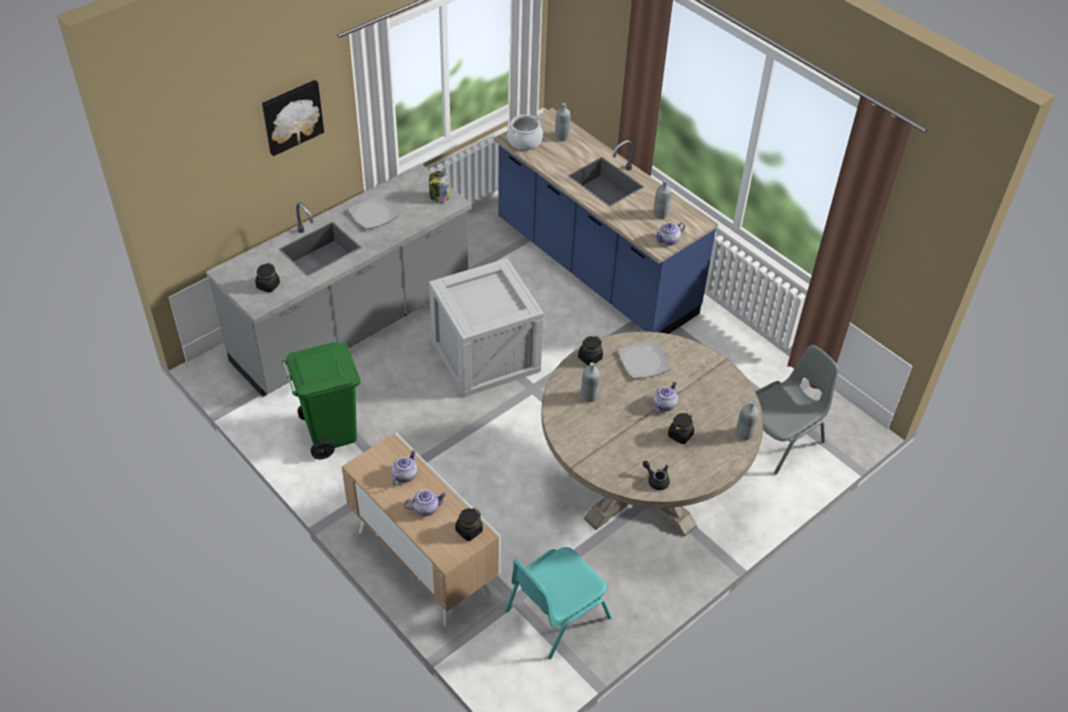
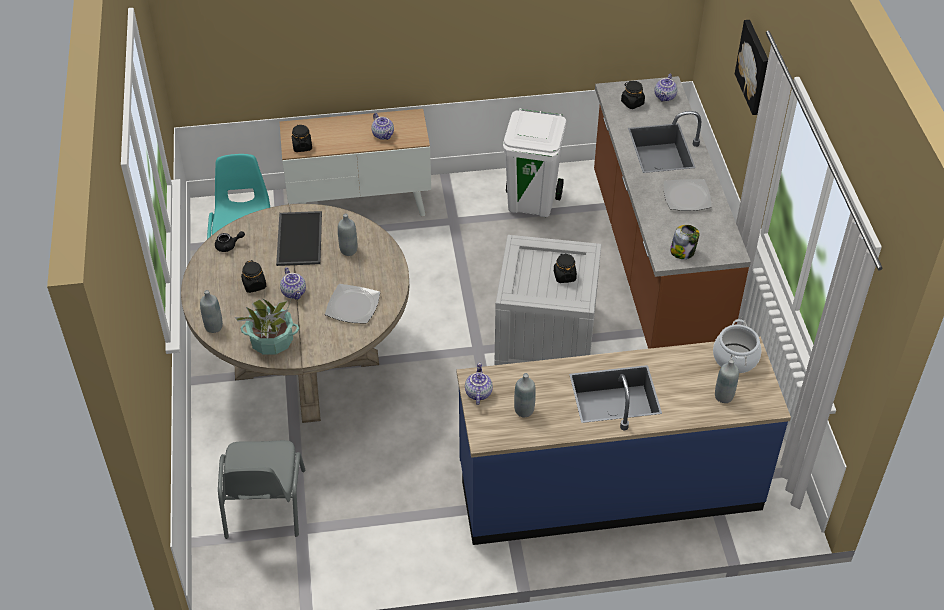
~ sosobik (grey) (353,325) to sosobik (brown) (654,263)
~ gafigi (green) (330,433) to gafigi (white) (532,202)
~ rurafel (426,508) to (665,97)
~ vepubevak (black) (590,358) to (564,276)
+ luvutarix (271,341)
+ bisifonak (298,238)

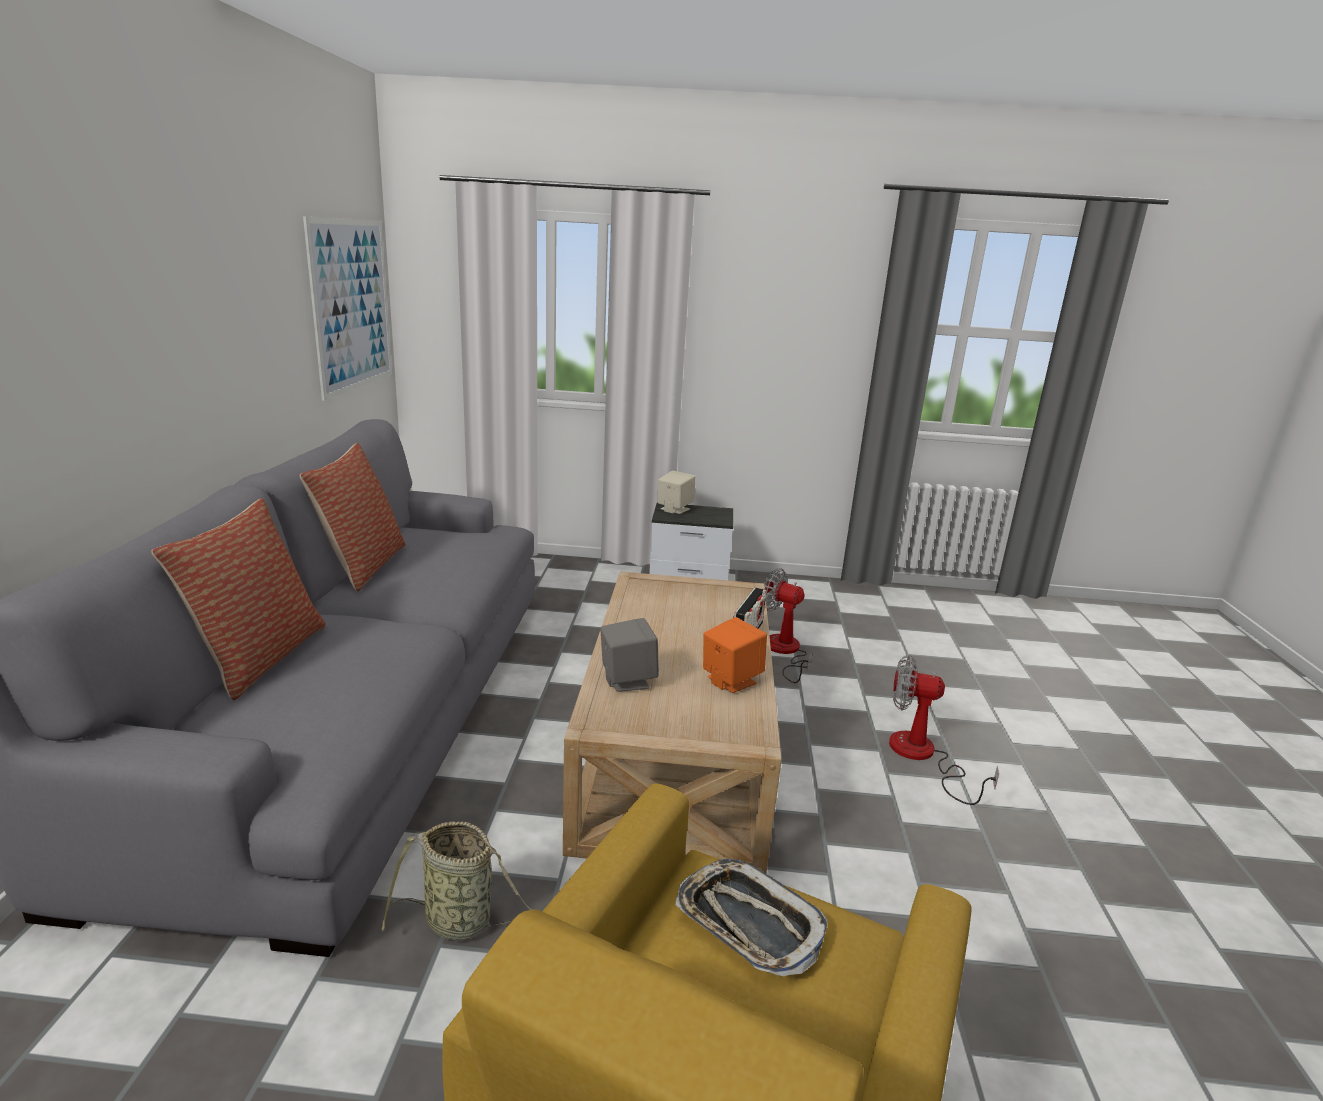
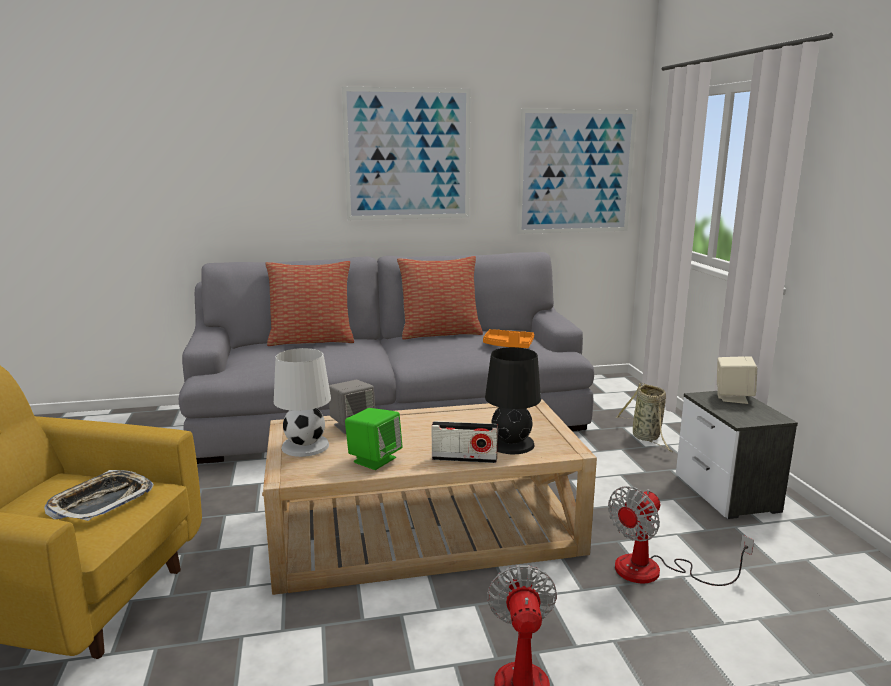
~ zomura (463,922) to (647,438)
~ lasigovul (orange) (730,680) to lasigovul (green) (374,459)
~ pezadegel (785,652) = (654,571) 150 degrees counterclockwise
+ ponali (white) (305,445)
+ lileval (408,154)
+ bisifonak (orange) (508,346)
+ ponali (black) (511,443)

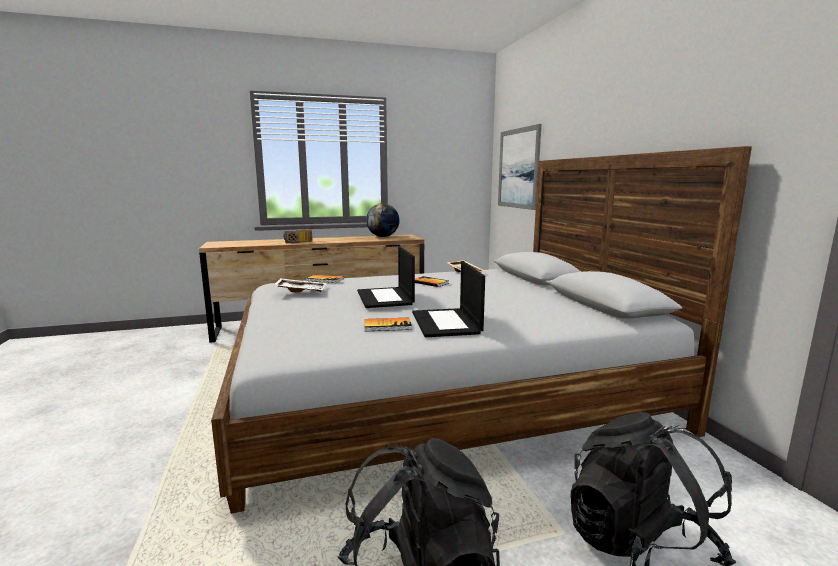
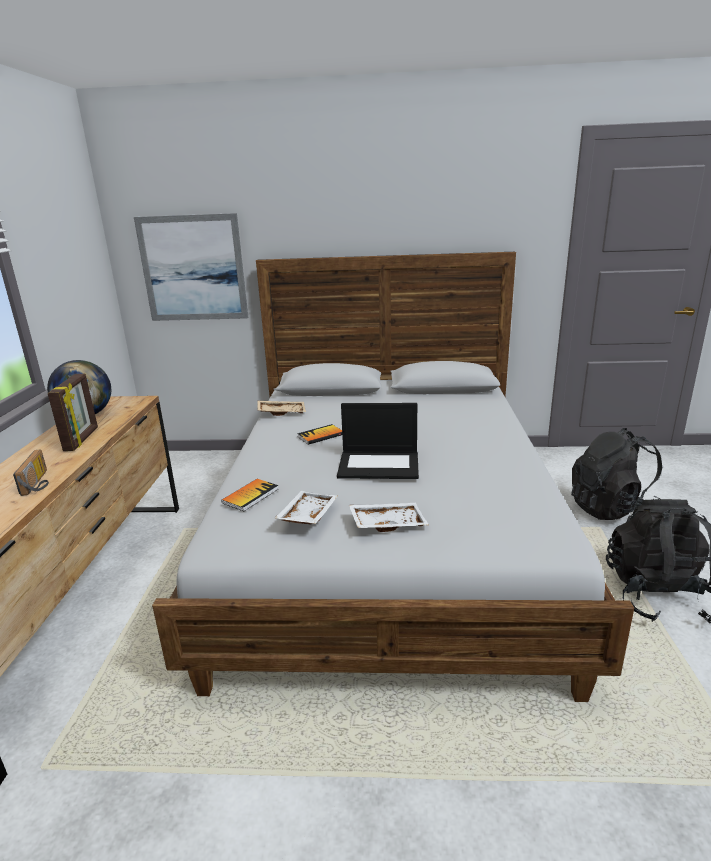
- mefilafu (387,326)
- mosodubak (446,323)
+ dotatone (82,439)
+ bisifonak (white) (387,523)

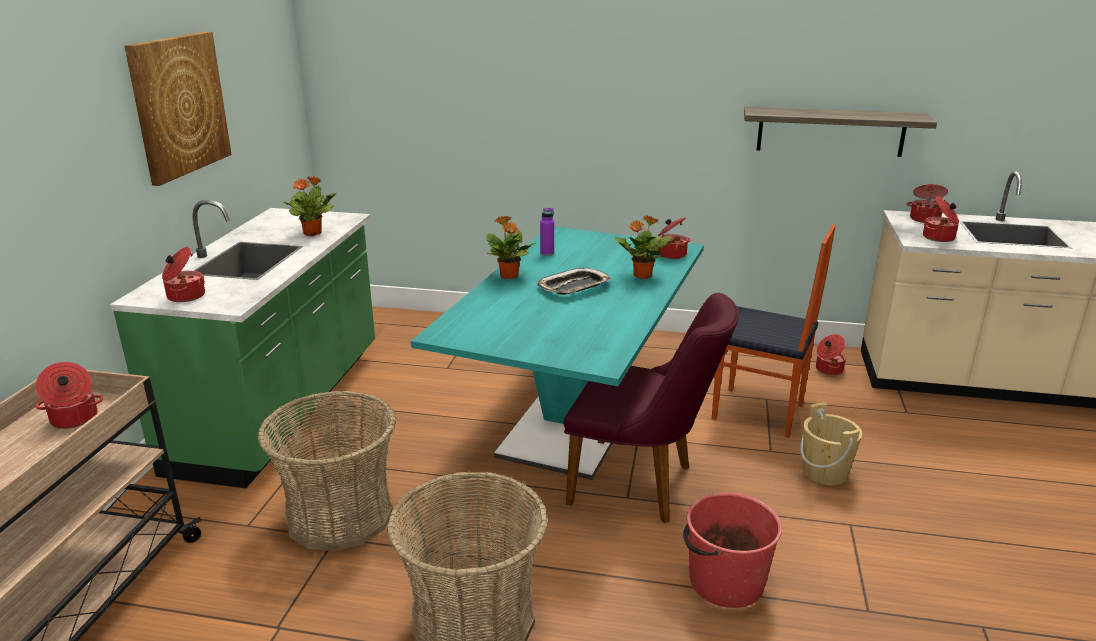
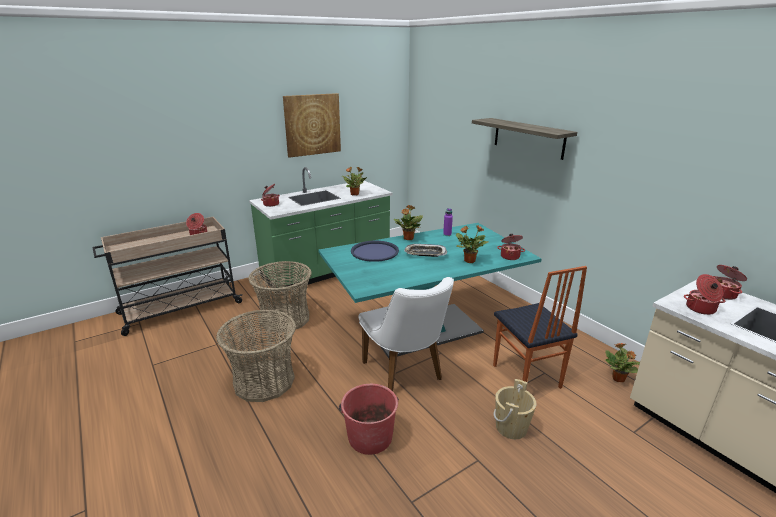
~ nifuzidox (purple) (643,485) to nifuzidox (white) (406,374)
~ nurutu (830,131) to (528,138)
~ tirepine (828,369) to luvutarix (618,379)
+ bisifonak (blue) (374,252)

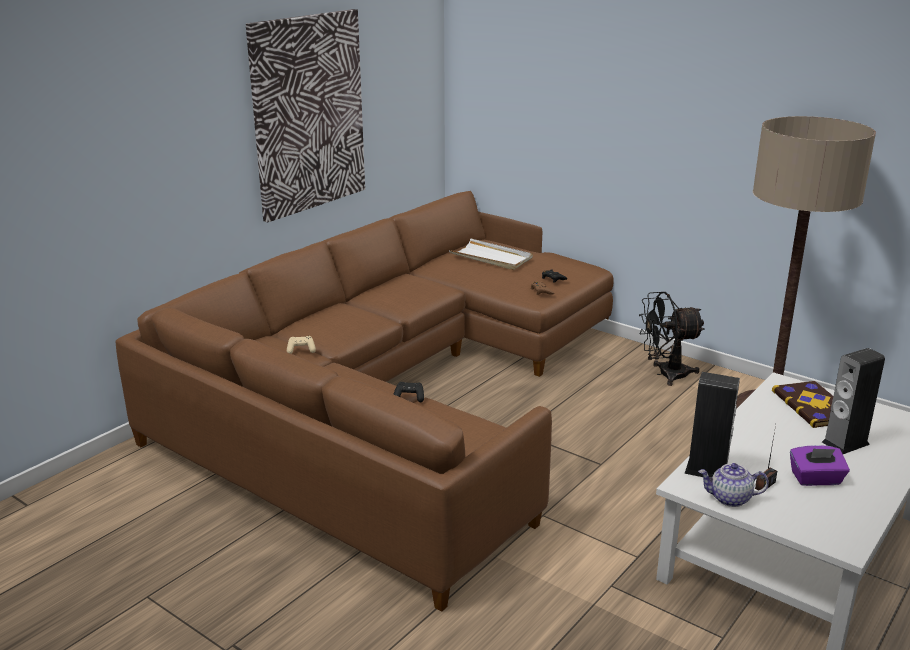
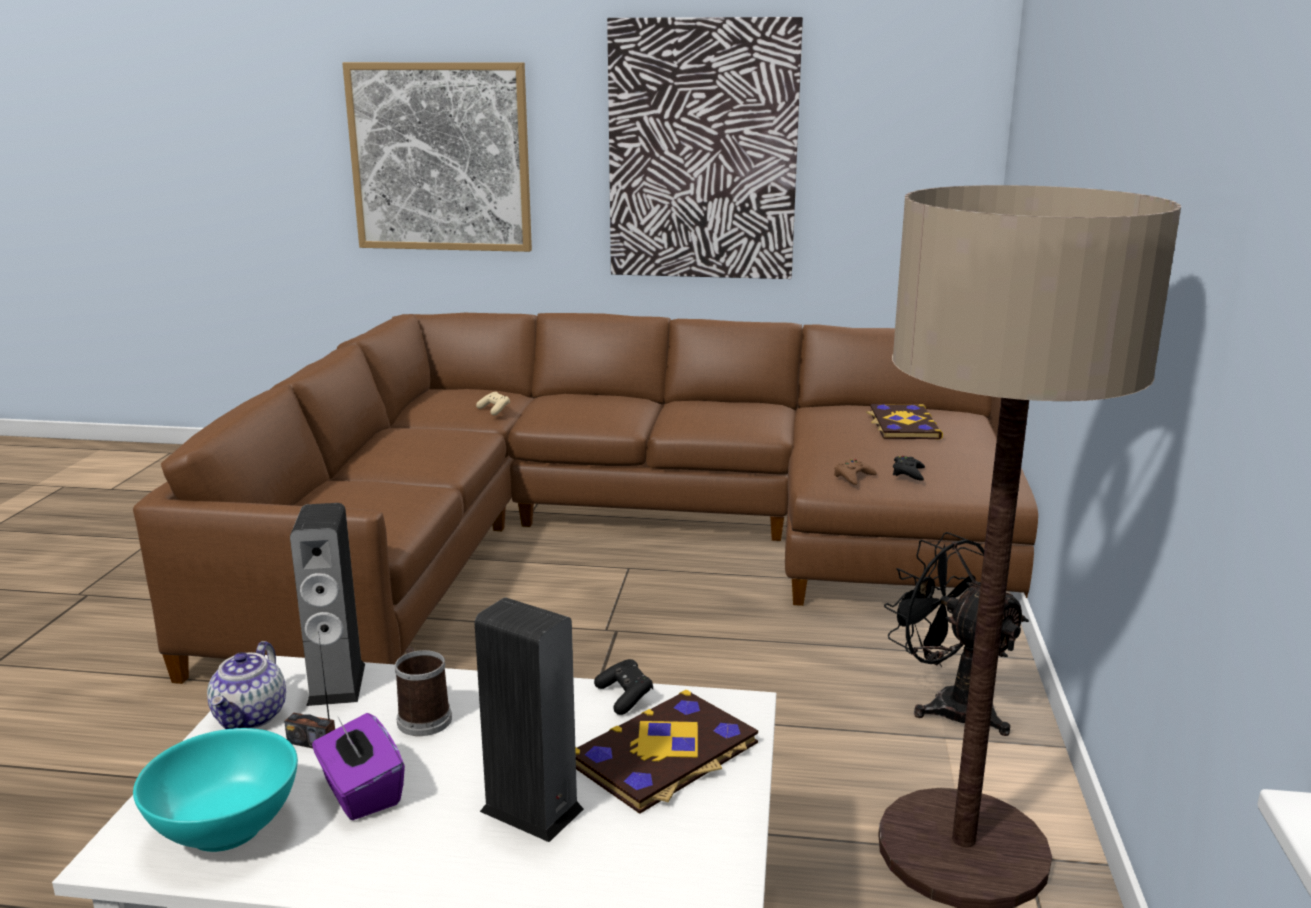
~ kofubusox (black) (409,397) to (625,697)
~ bisifonak (white) (491,257) to mefilafu (902,425)
~ rurafel (730,499) = (251,717) 150 degrees counterclockwise
+ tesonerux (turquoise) (226,829)
+ lileval (440,158)
+ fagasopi (422,717)

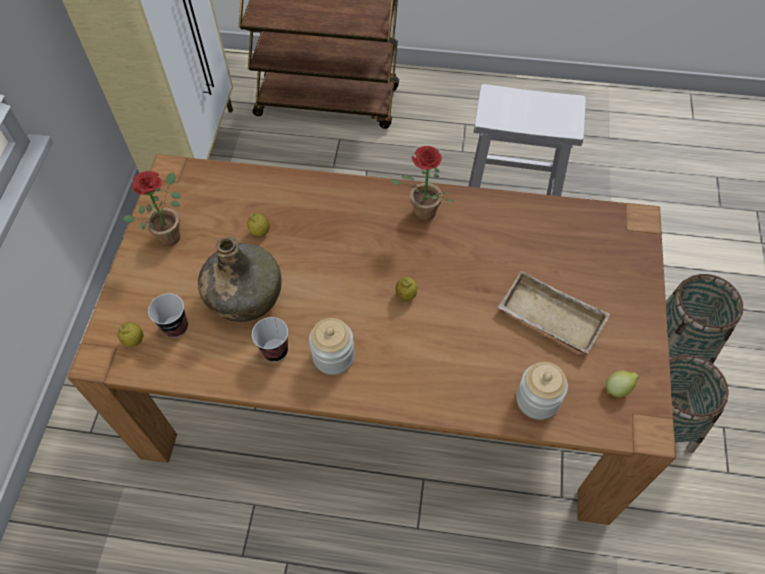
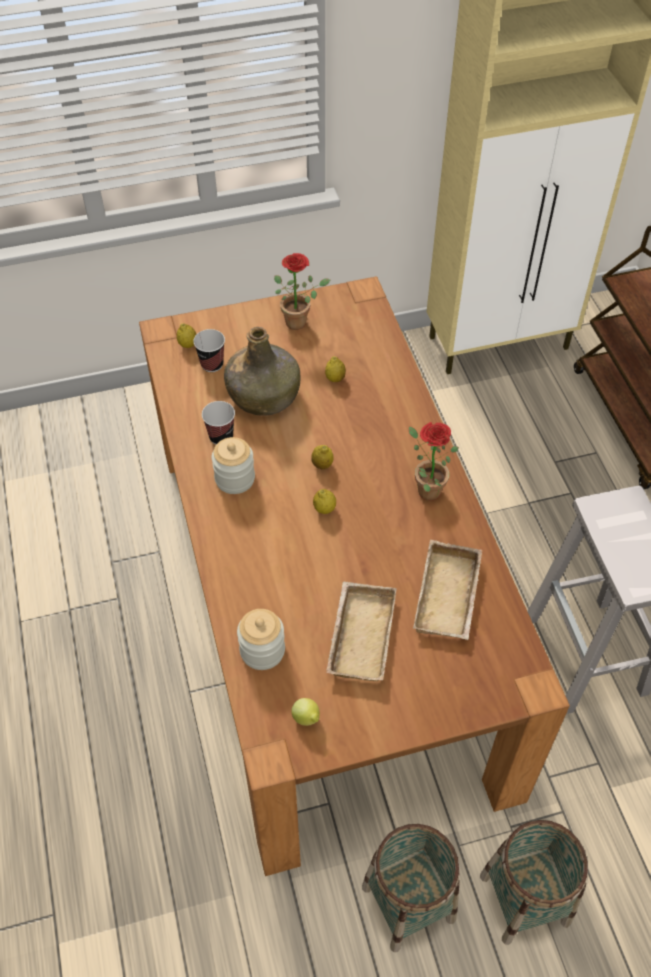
+ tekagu (322,465)
+ bisifonak (beige) (450,597)

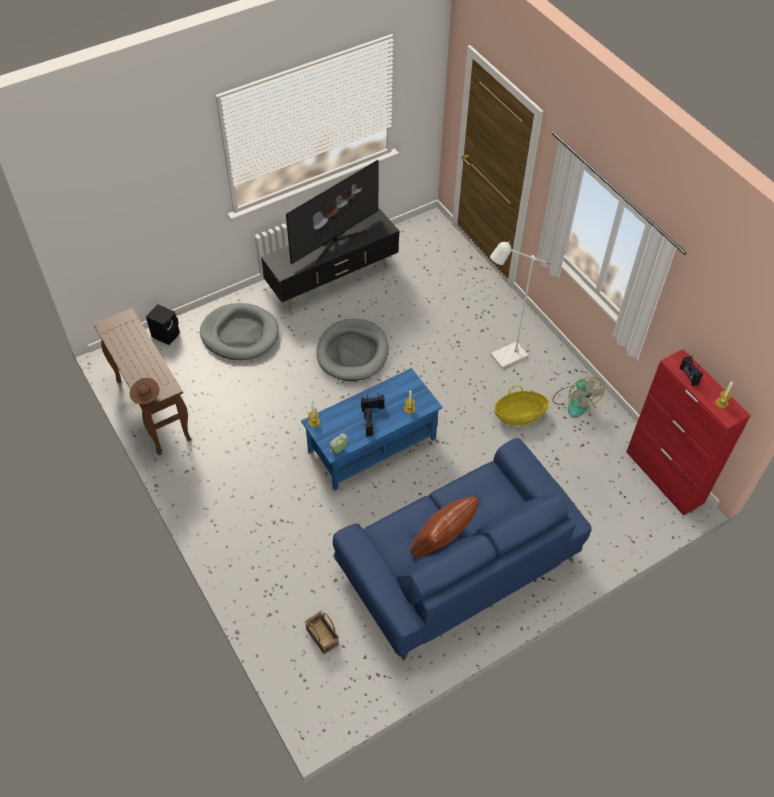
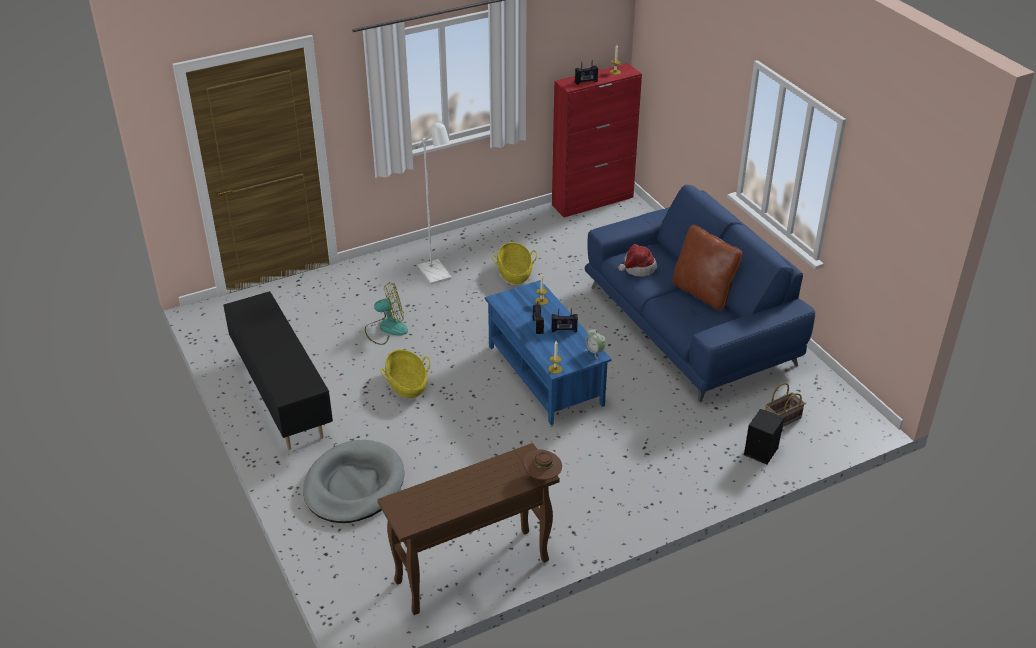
~ lasigovul (black) (166,334) to (760,451)
- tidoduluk (334,241)
~ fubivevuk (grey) (353,352) to zomura (407,385)
~ pezadegel (575,401) to (386,329)
+ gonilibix (637,268)

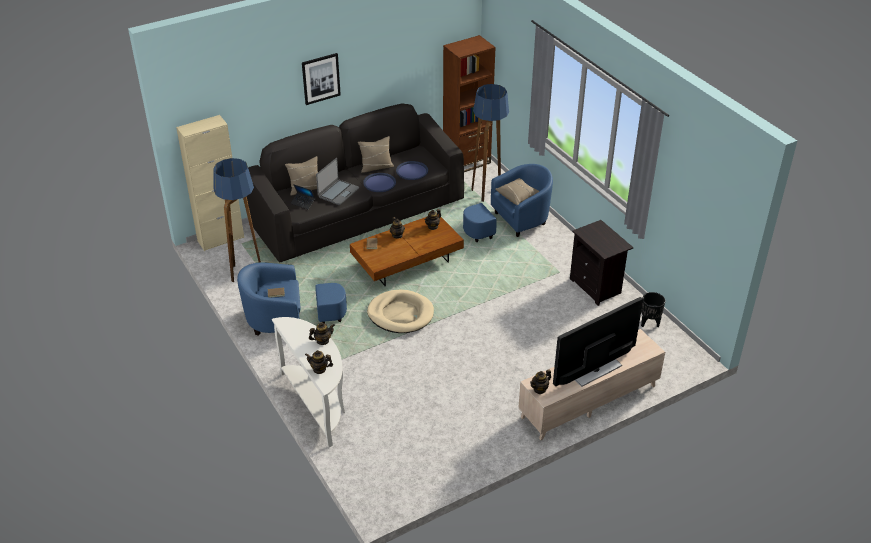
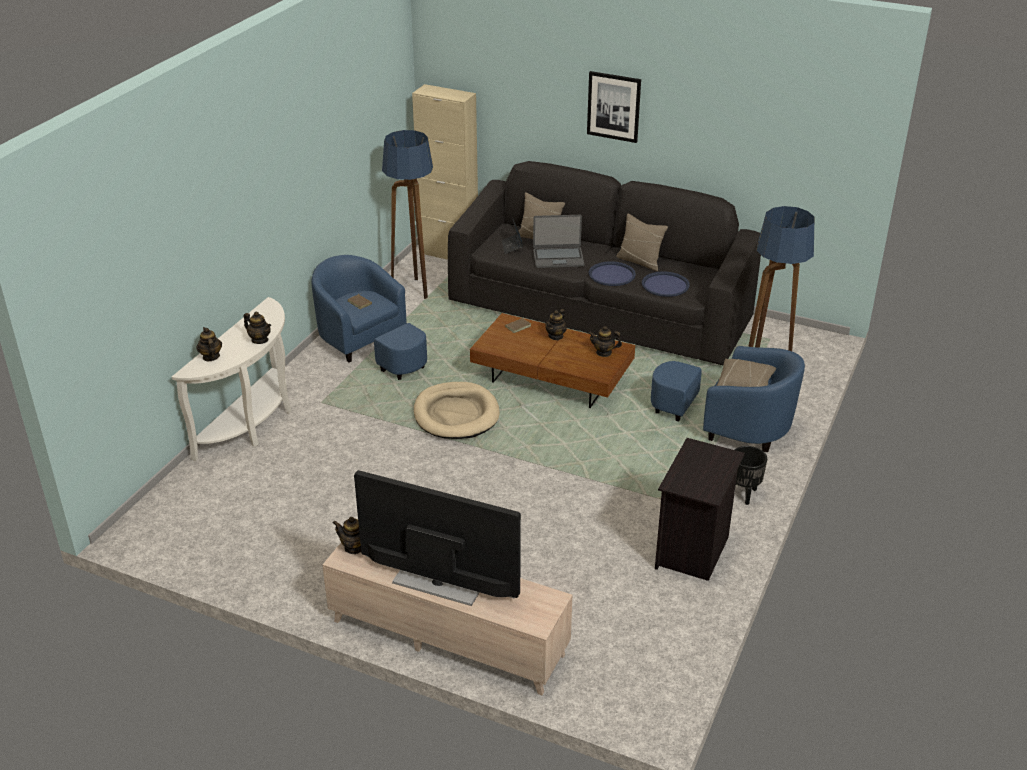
- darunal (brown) (466,162)
~ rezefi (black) (649,323) to (744,495)

